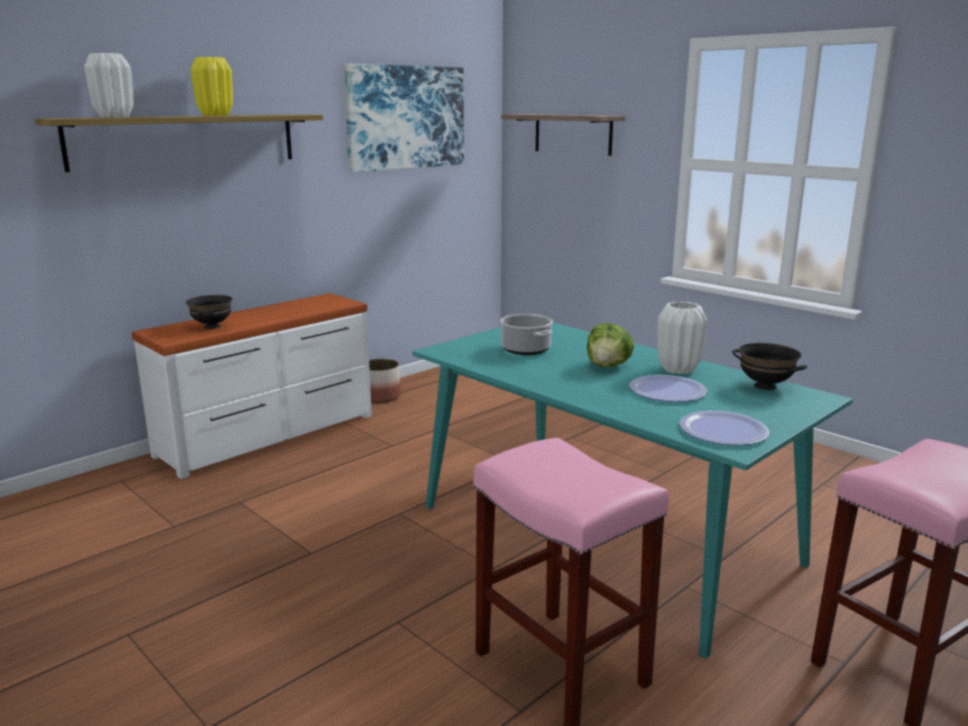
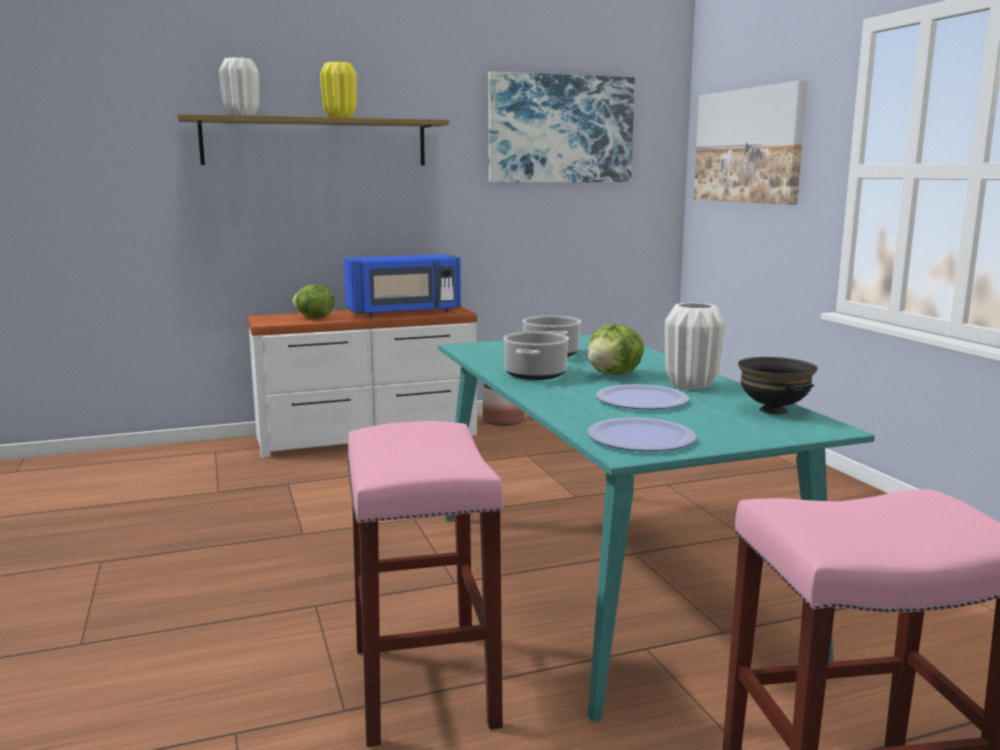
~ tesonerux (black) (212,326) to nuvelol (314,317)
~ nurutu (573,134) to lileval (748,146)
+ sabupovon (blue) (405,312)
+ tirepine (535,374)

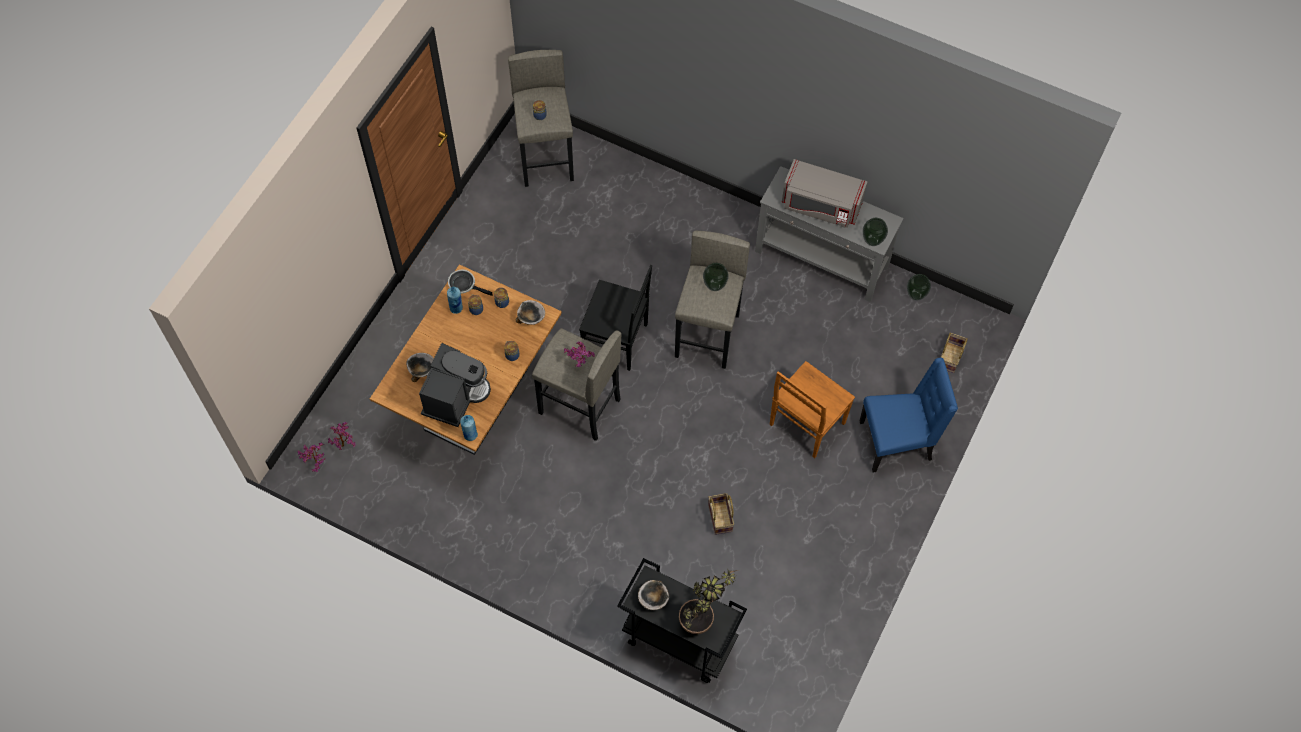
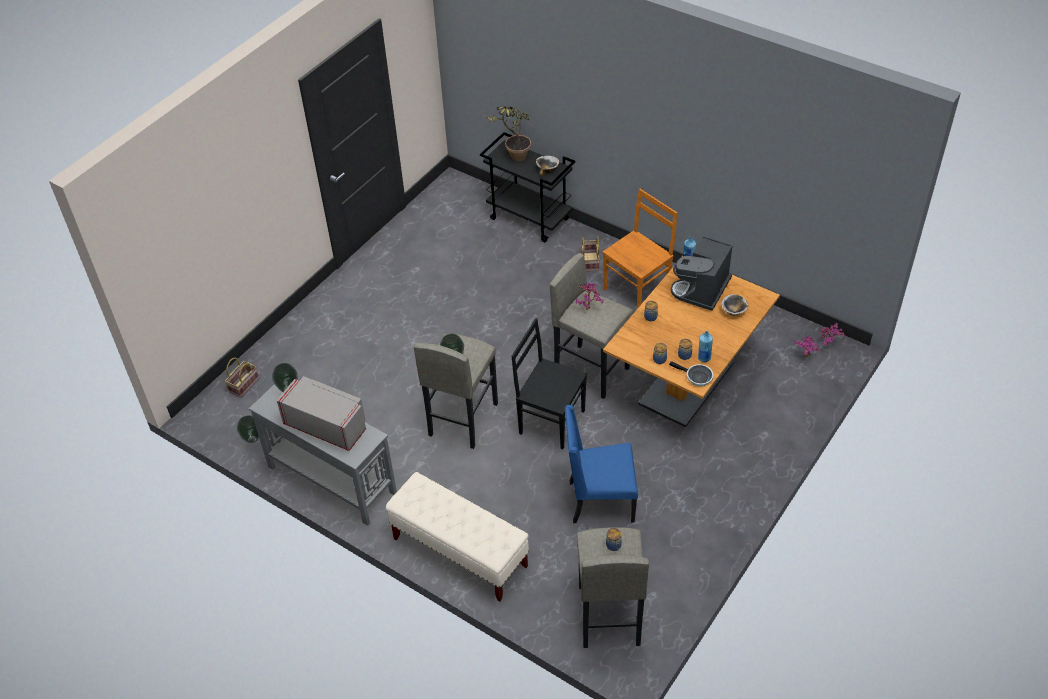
- tesonerux (531,318)
~ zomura (721,518) to (589,261)
~ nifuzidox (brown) (805,425) to (637,290)
~ nifuzidox (blue) (897,441) to (599,501)
+ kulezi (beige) (459,552)

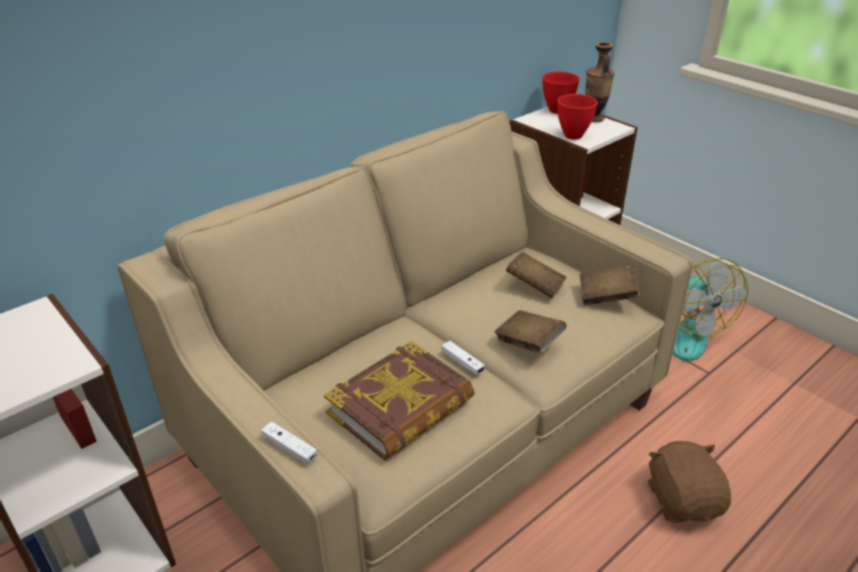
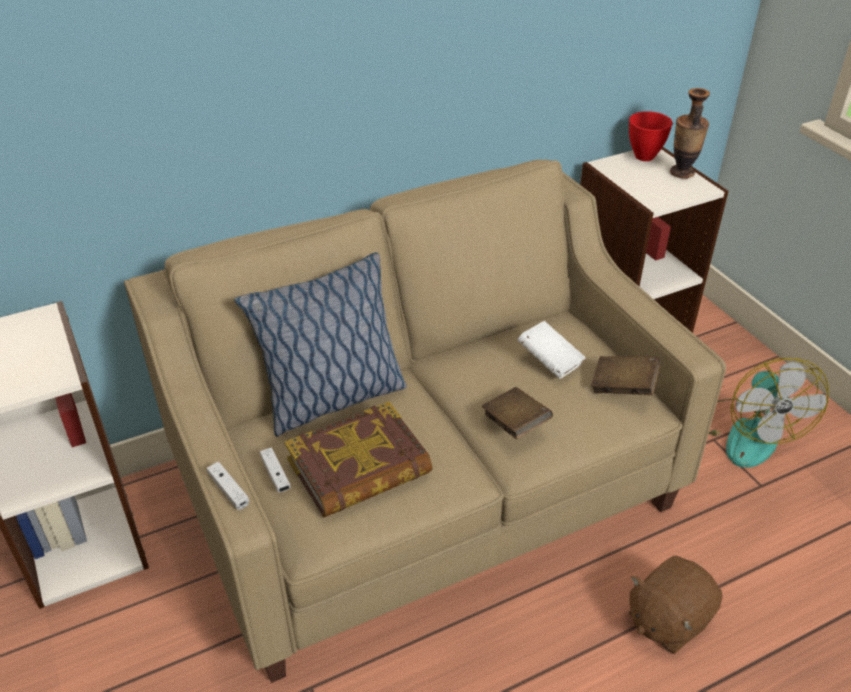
~ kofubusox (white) (462,362) to (275,474)
~ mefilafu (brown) (534,287) to mefilafu (white) (549,362)
- tesonerux (red) (574,136)
~ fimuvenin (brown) (682,500) = (667,619) 135 degrees counterclockwise
+ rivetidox (332,399)

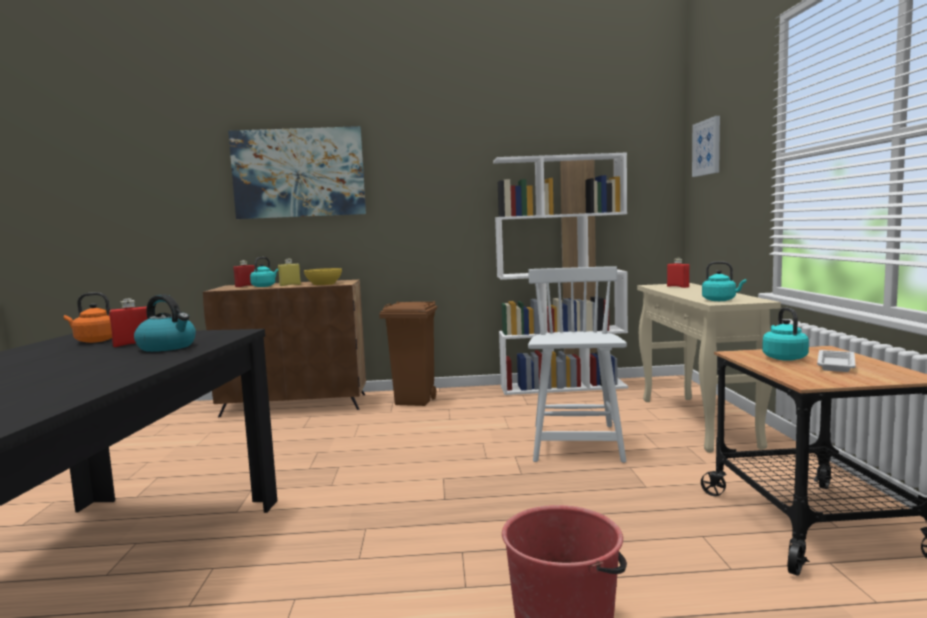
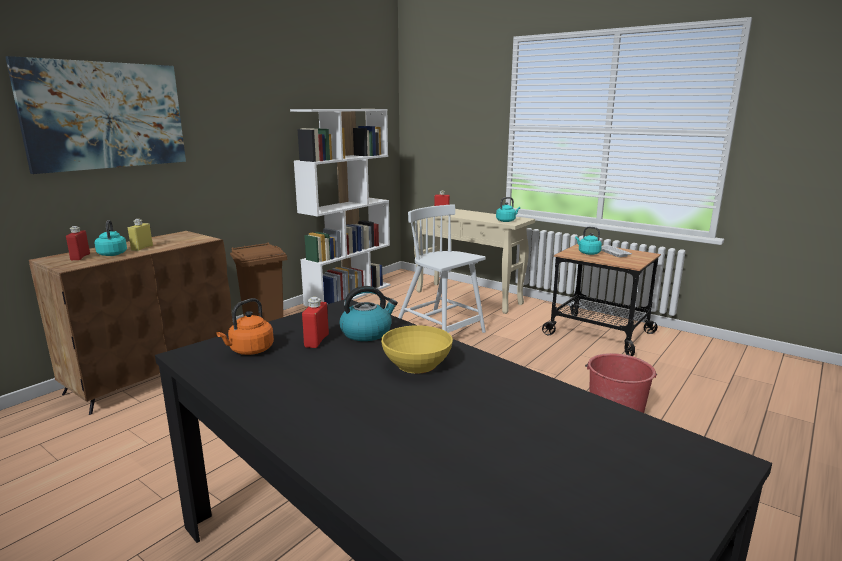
~ tesonerux (yellow) (324,284) to (417,364)
- lileval (707,147)

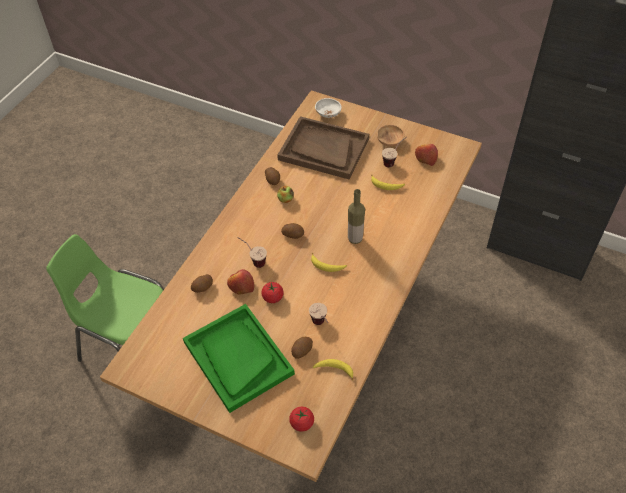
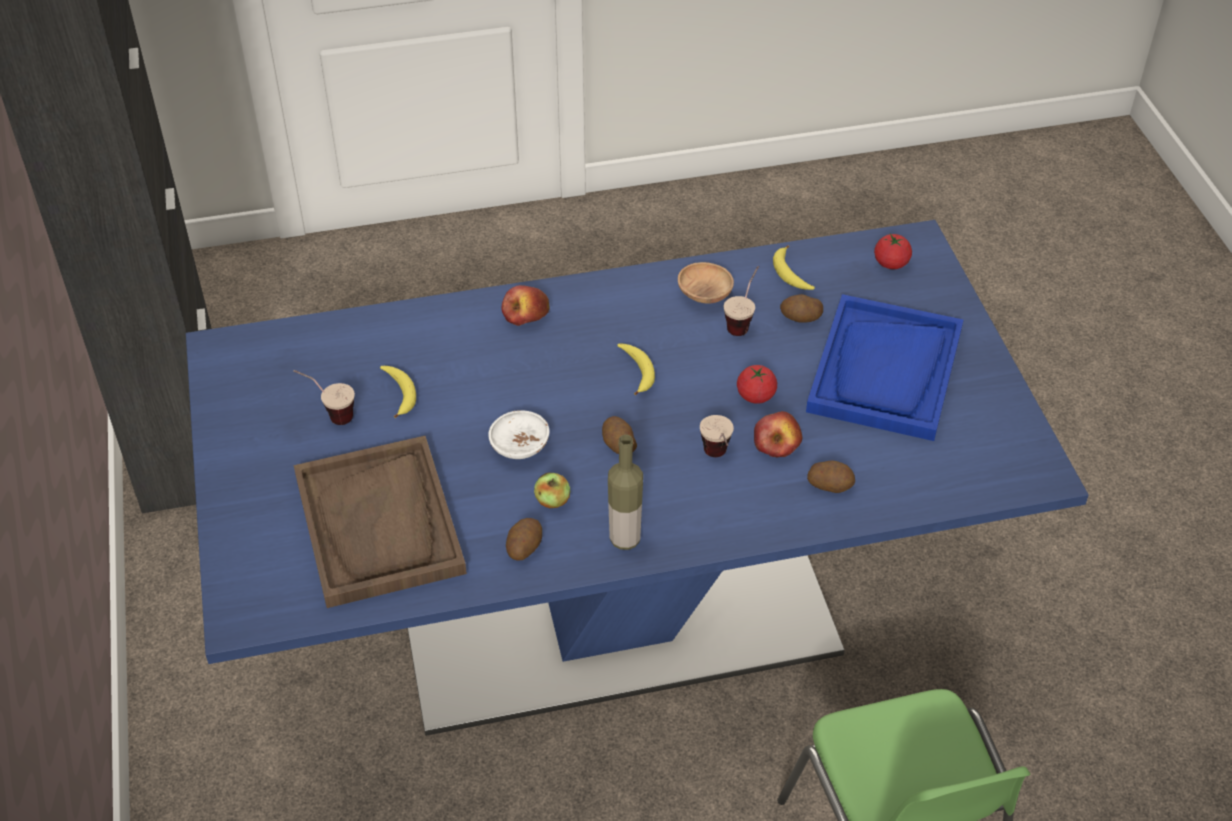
~ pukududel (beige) (315,338) to pukududel (blue) (615,614)
~ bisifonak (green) (238,358) to bisifonak (blue) (885,371)
~ tesonerux (white) (328,113) to (519,447)
~ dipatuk (355,239) to (625,539)
~ tesonerux (brown) (390,141) to (704,294)
~ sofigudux (425,158) to (526,315)

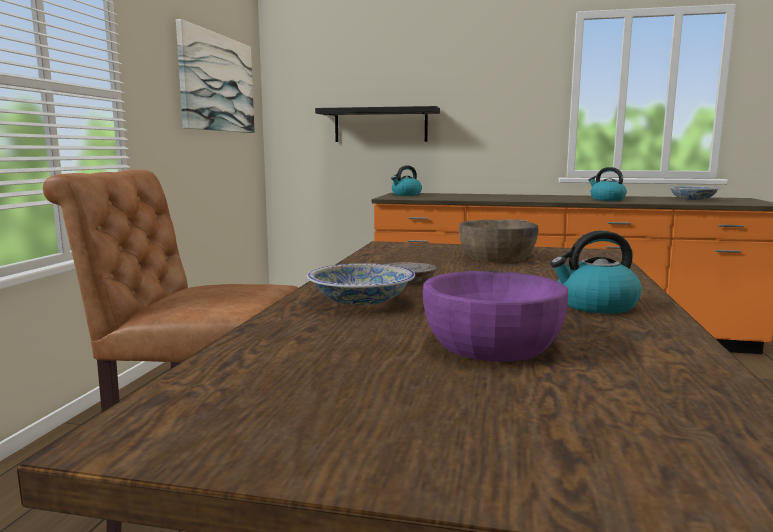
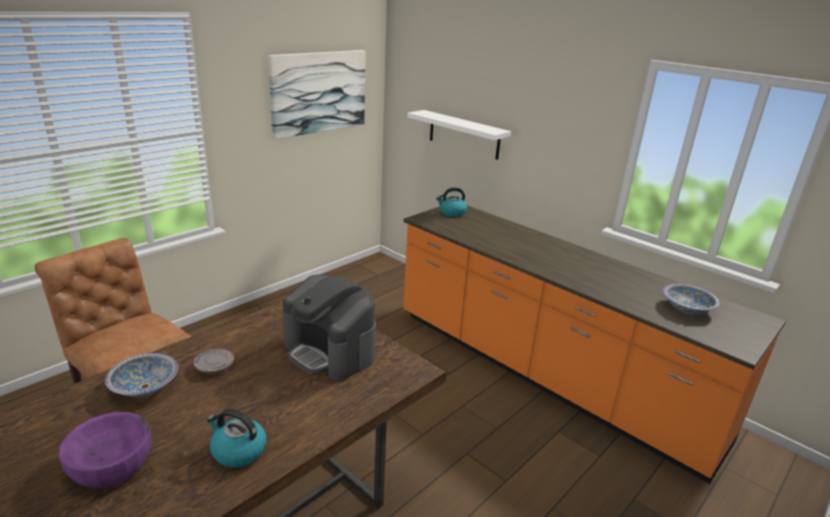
~ nurutu (black) (380,125) to nurutu (white) (464,134)
~ tesonerux (brown) (497,257) to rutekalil (330,351)
- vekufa (606,199)

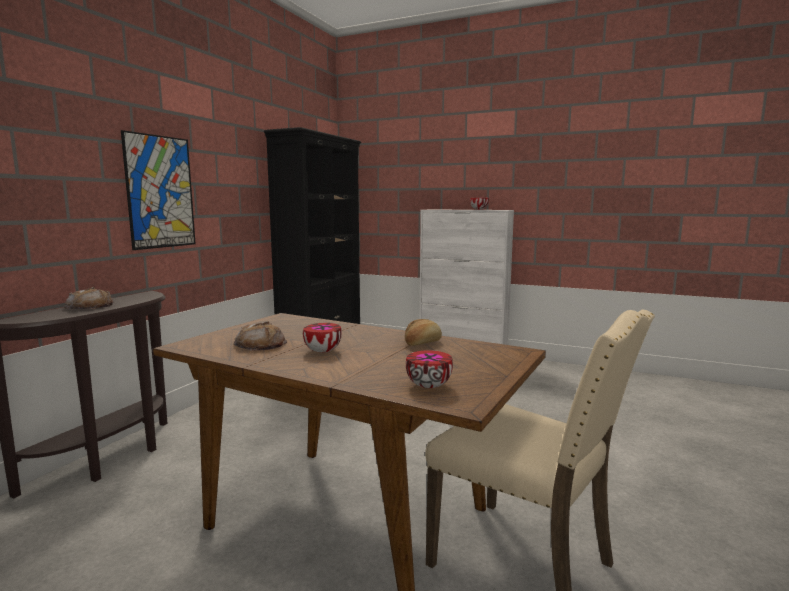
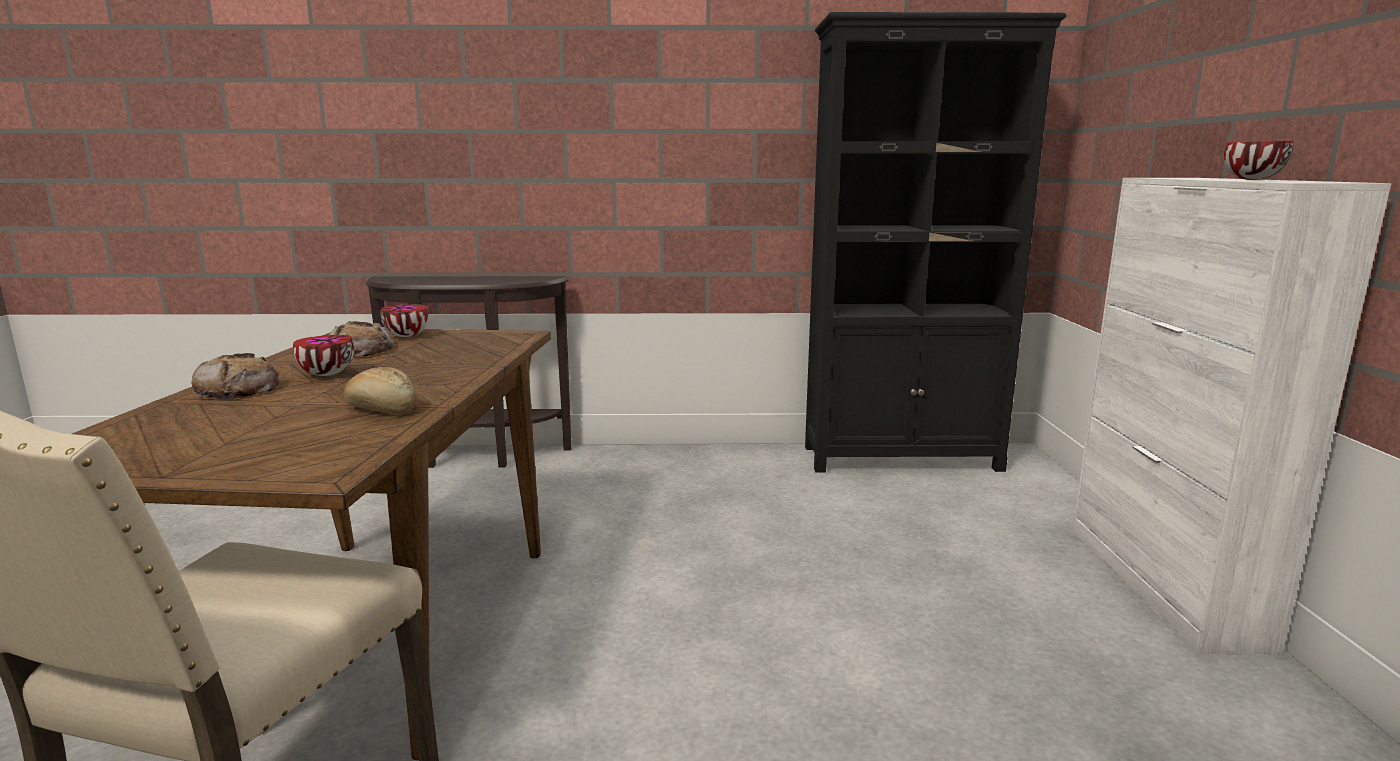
~ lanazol (90,306) to (238,389)
- lileval (160,192)
~ tesonerux (430,386) to (407,336)

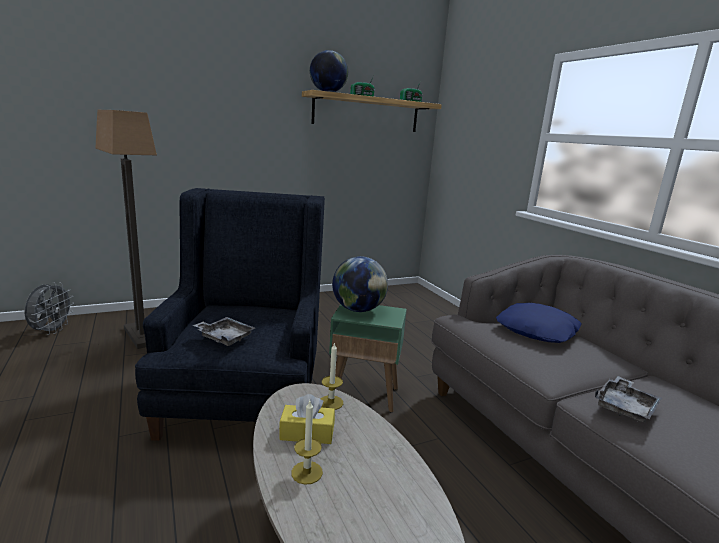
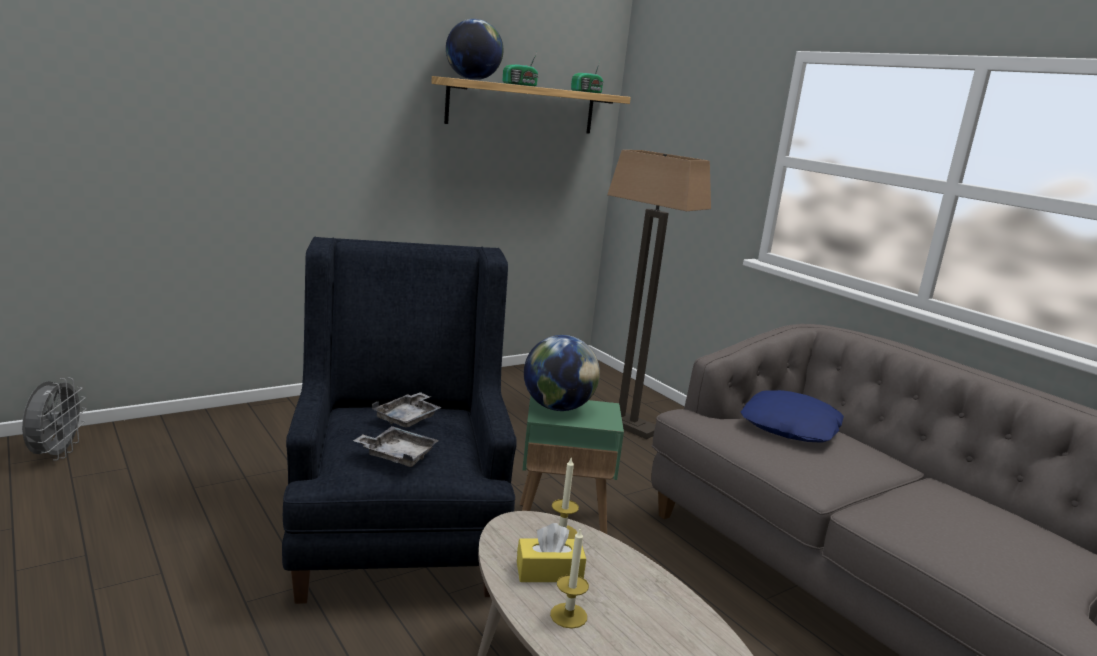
~ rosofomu (141,336) to (627,424)
~ bisifonak (grey) (625,407) to (408,418)

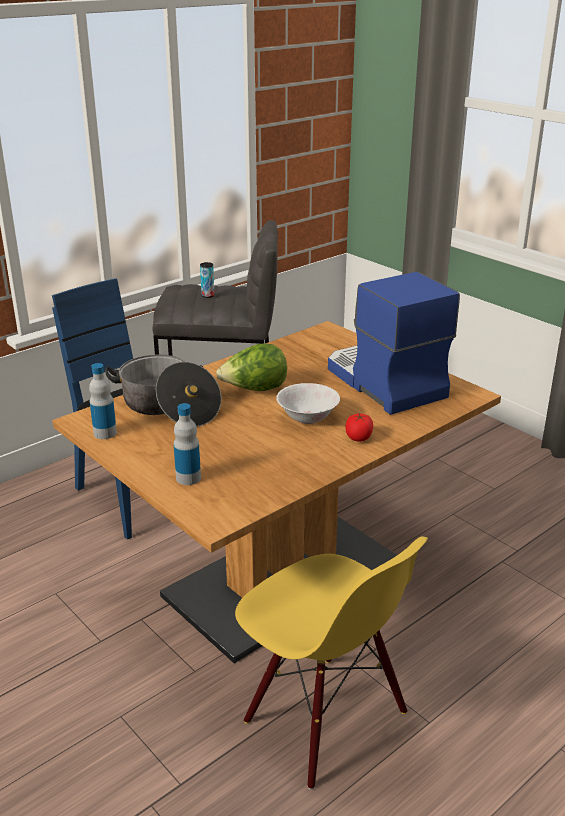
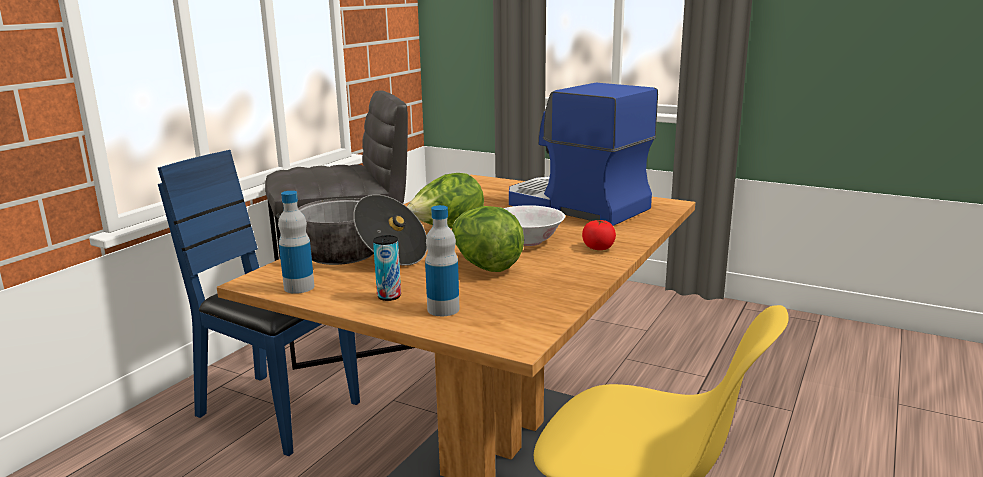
~ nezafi (208,295) to (389,296)
+ nuvelol (485,265)

